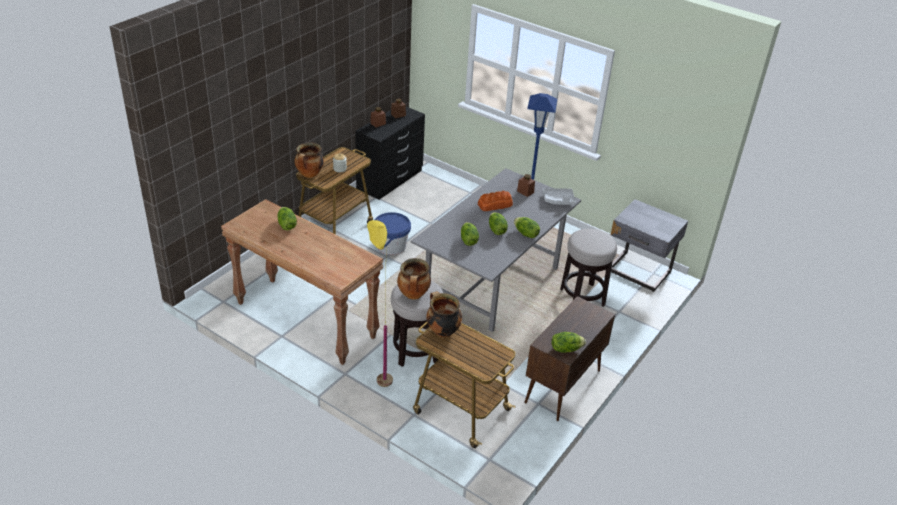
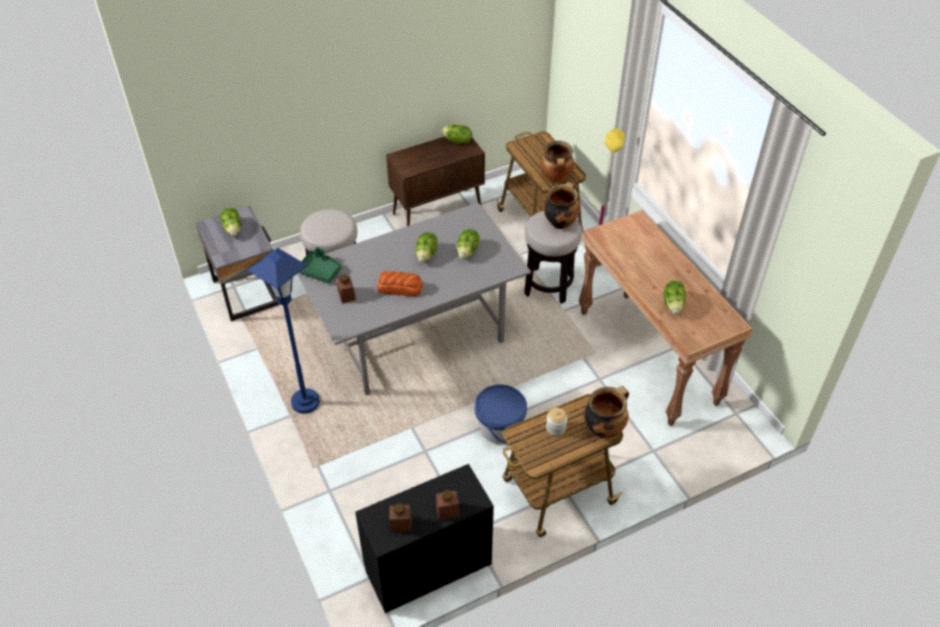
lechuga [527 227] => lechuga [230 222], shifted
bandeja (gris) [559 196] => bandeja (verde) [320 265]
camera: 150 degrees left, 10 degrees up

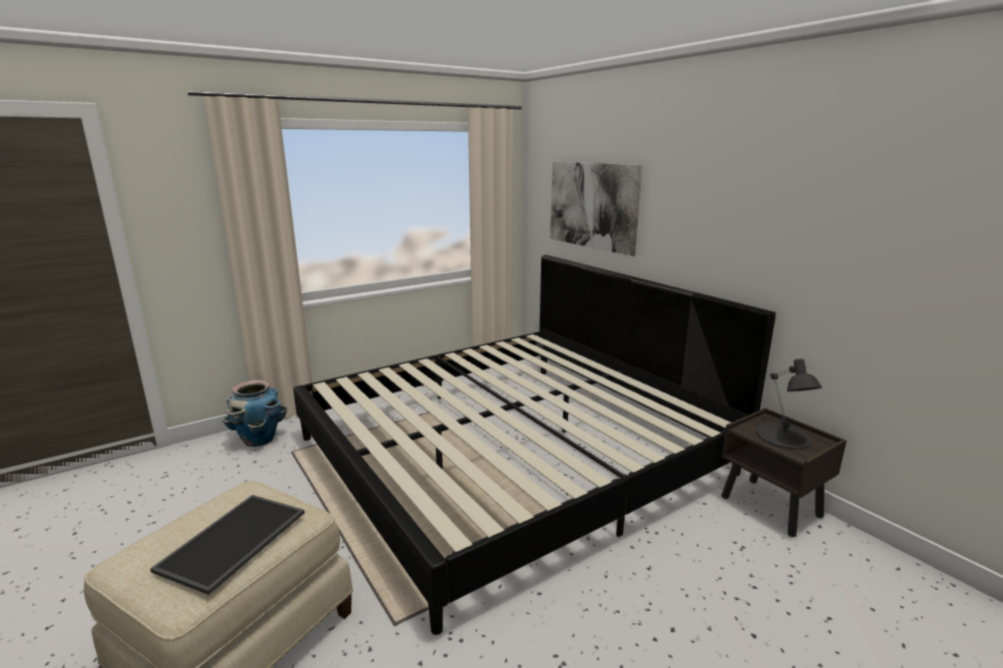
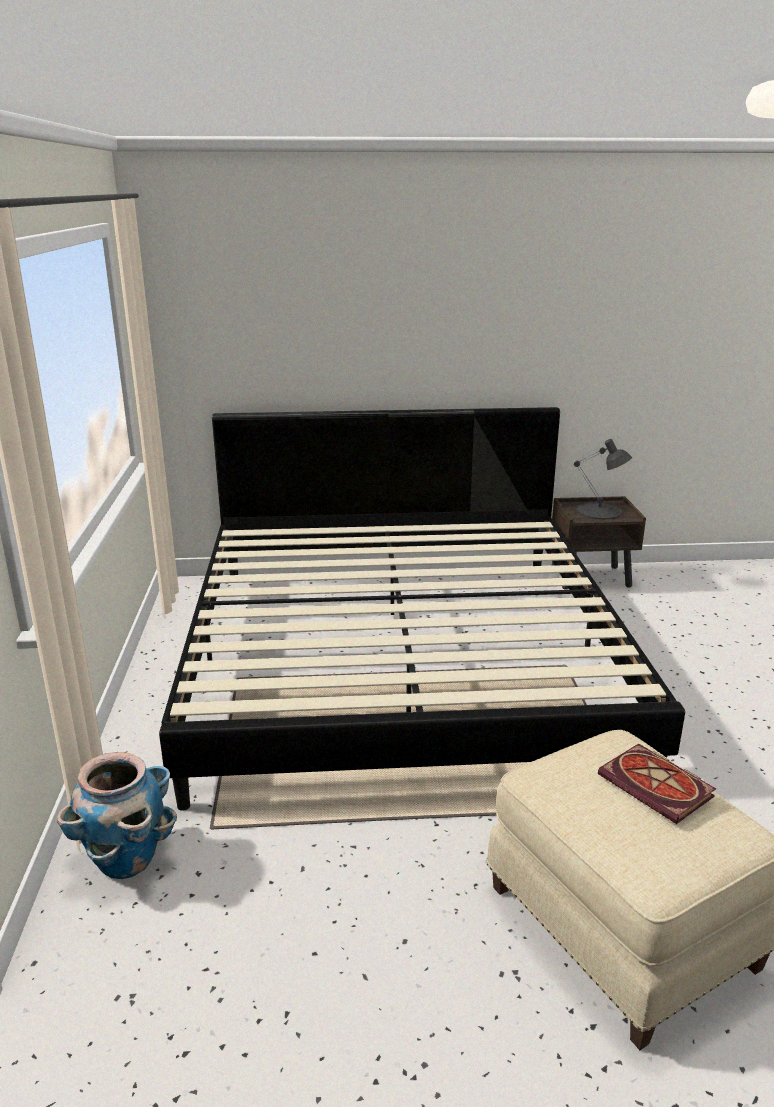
bandeja [227 545] => libro [657 783]
cuadro [596 209] => nothing
camera: 60 degrees left, 5 degrees up

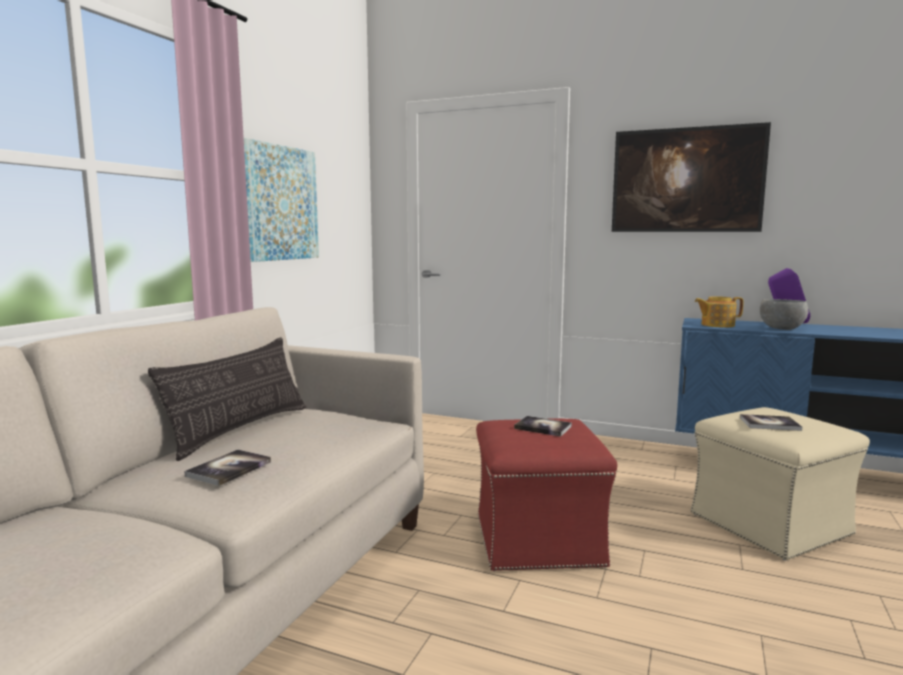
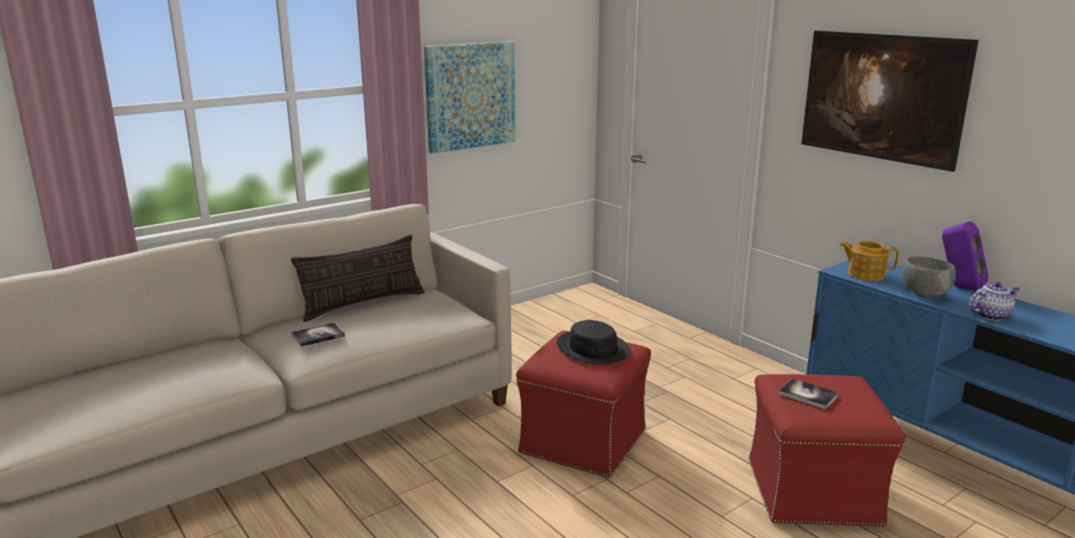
libro [543 426] => sombrero (negro) [594 342]
puf (beis) [780 483] => puf (rojo) [827 450]
nothing => tetera [994 301]
camera: 30 degrees right, 10 degrees up

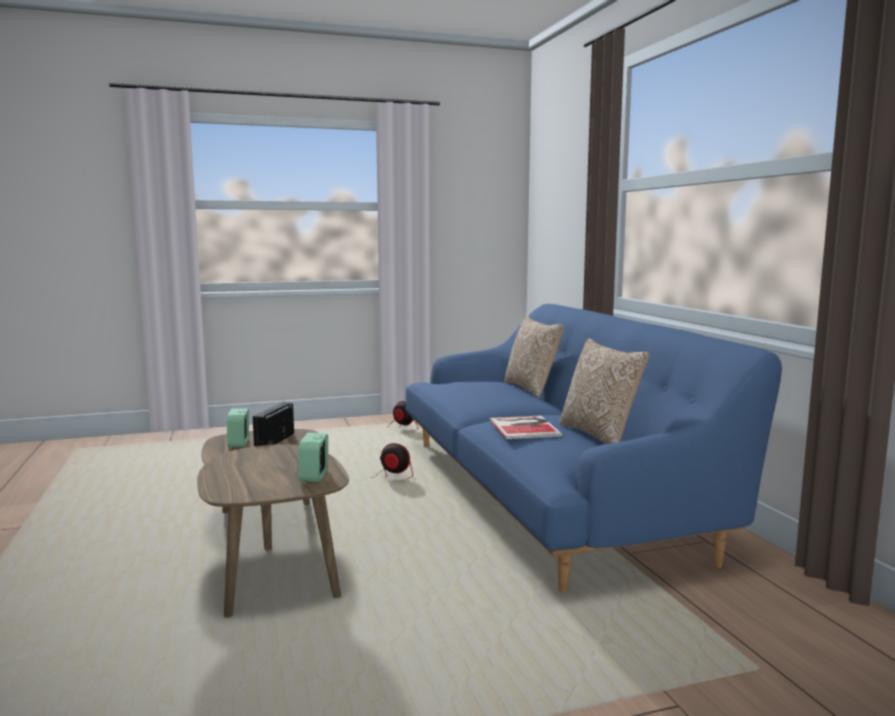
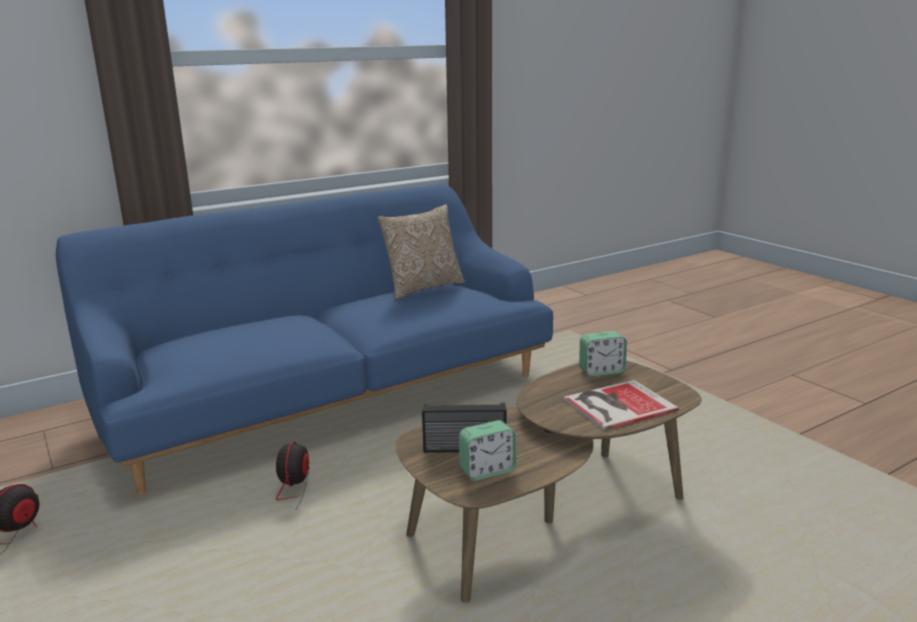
libro [525 427] => libro [621 405], shifted
cojín [534 357] => nothing
camera: 105 degrees left, 10 degrees up

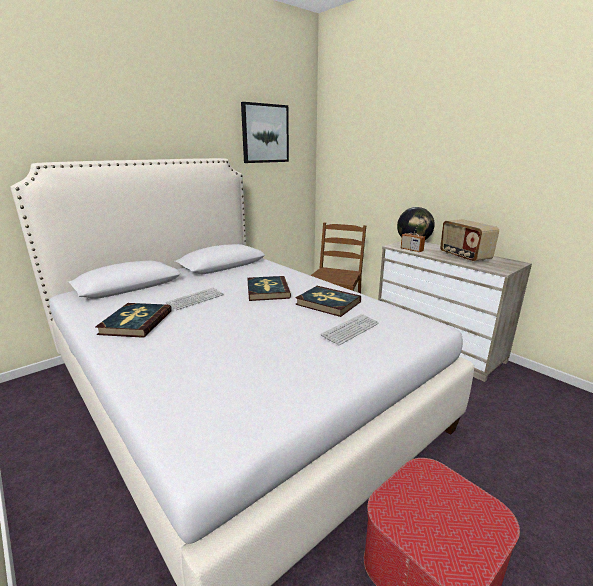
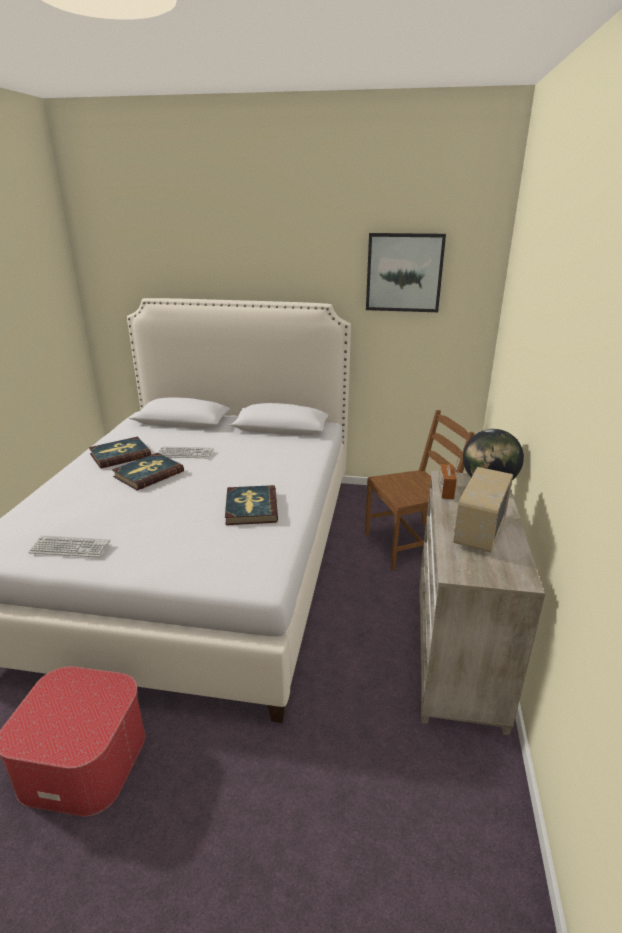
libro [269 288] => libro [148 472], shifted
teclado [350 329] => teclado [69 546], shifted
camera: 50 degrees right, 5 degrees up

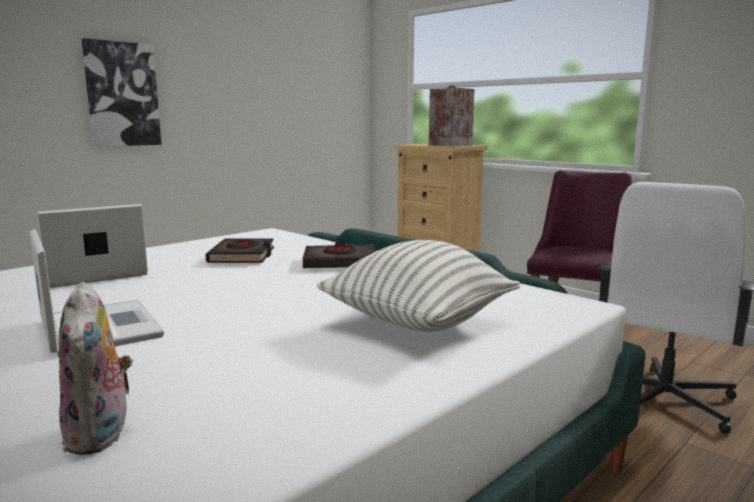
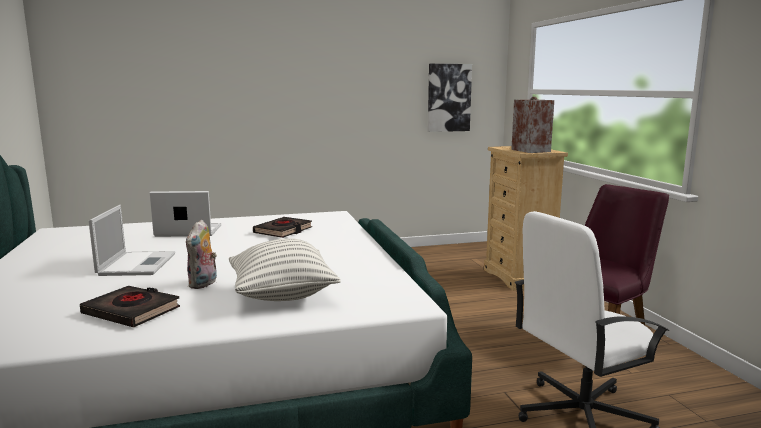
peluche [95 368] => peluche [201 254], shifted
cuadro [121 92] => cuadro [450 98], shifted
libro (negro) [339 255] => libro (negro) [130 306], shifted
camera: 30 degrees right, 0 degrees up

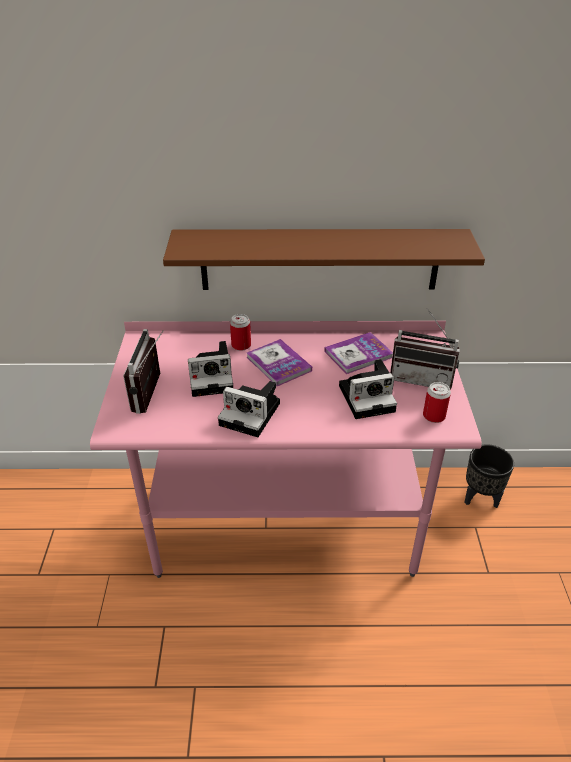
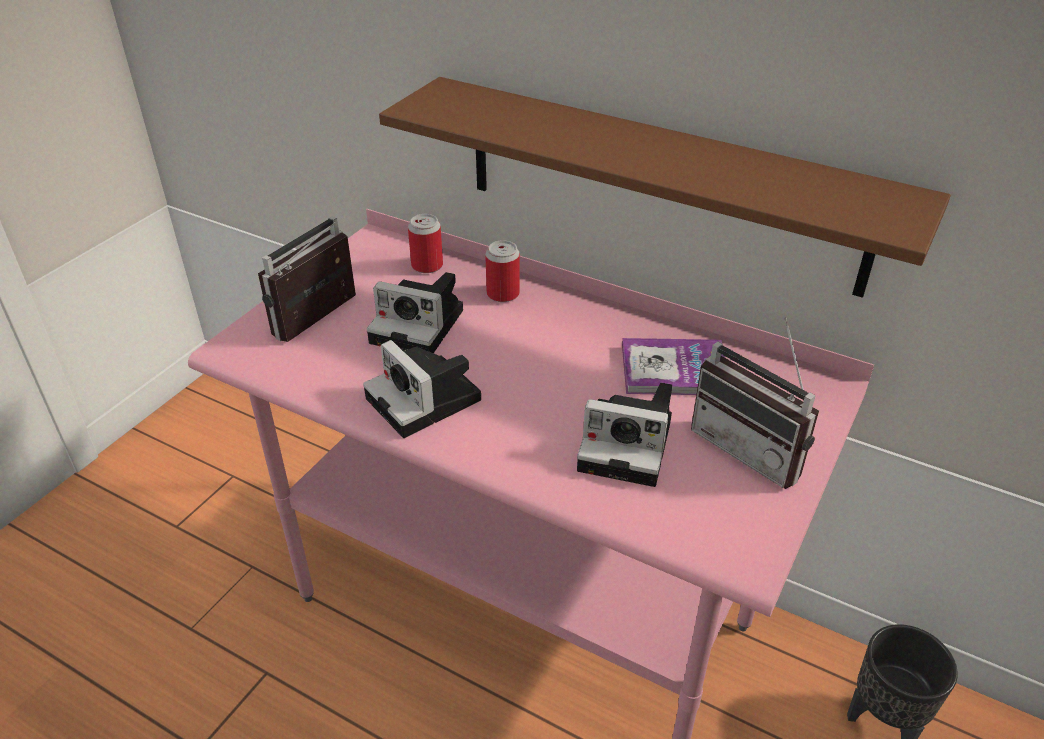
libro [279 362] => nothing
lata [437 402] => lata [425 243], shifted
camera: 30 degrees right, 0 degrees up

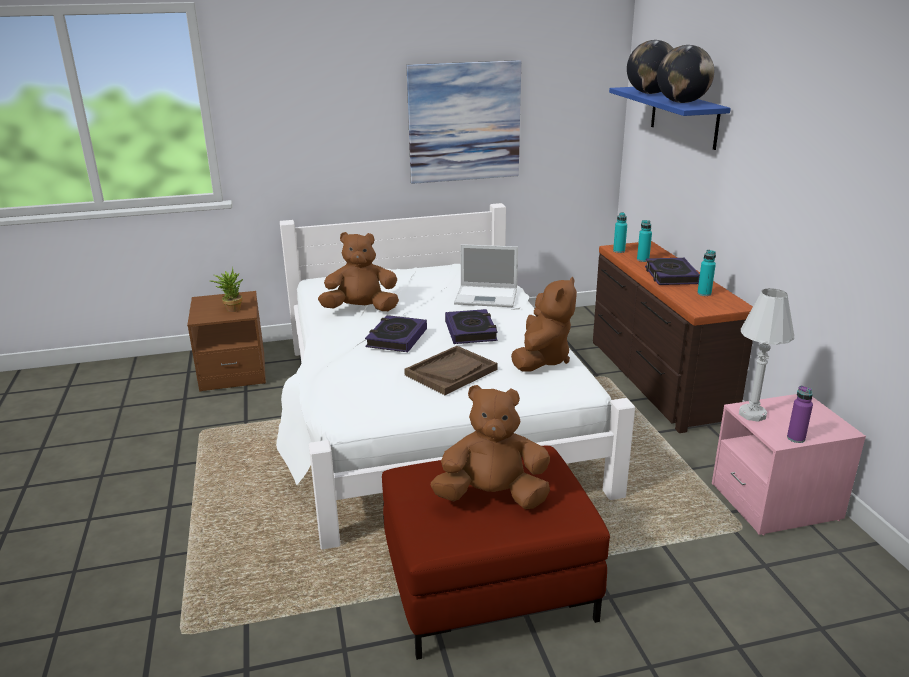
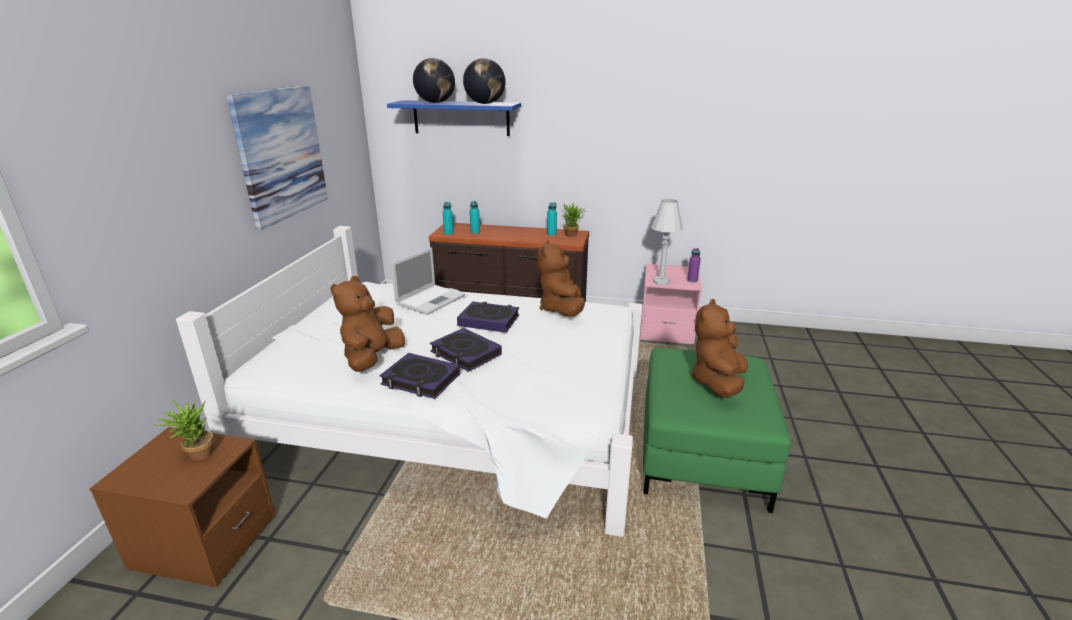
puf (rojo) [496 553] => puf (verde) [717 430]
bandeja (marrón) [450 370] => nothing
peluche (marrón) [544 324] => peluche (marrón) [561 278], 135 degrees counterclockwise
libro [672 271] => libro [419 376], shifted
nothing => planta en maceta [574 220]
camera: 65 degrees left, 0 degrees up

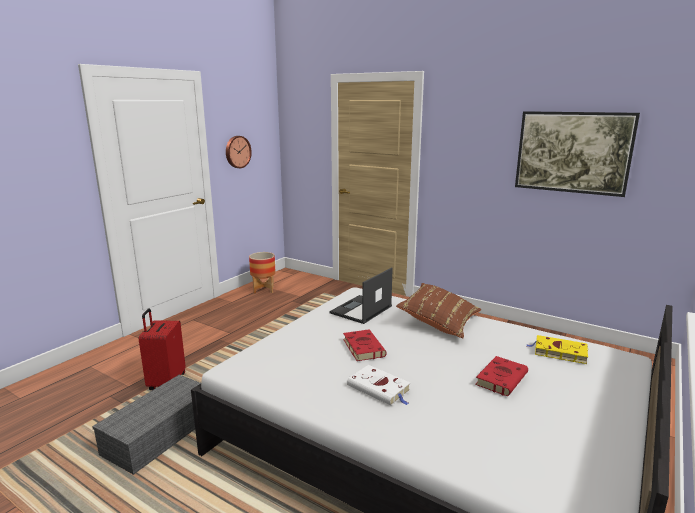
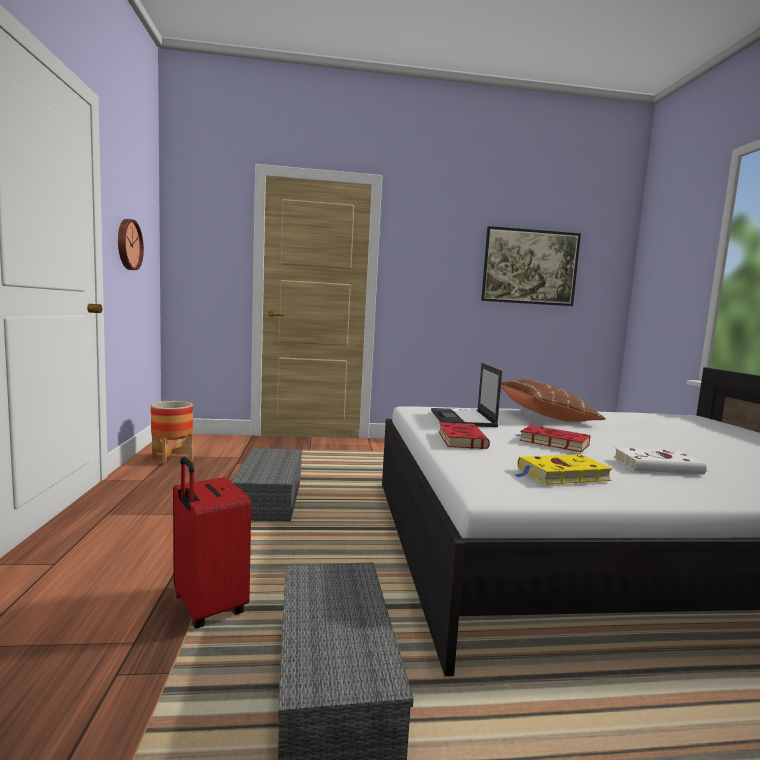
libro (rojo) [501 376] => libro (rojo) [464 435], shifted
libro (amarillo) [557 349] => libro (amarillo) [564 469], shifted
nothing => caja de almacenaje (gris) [266 485]
camera: 40 degrees left, 10 degrees down

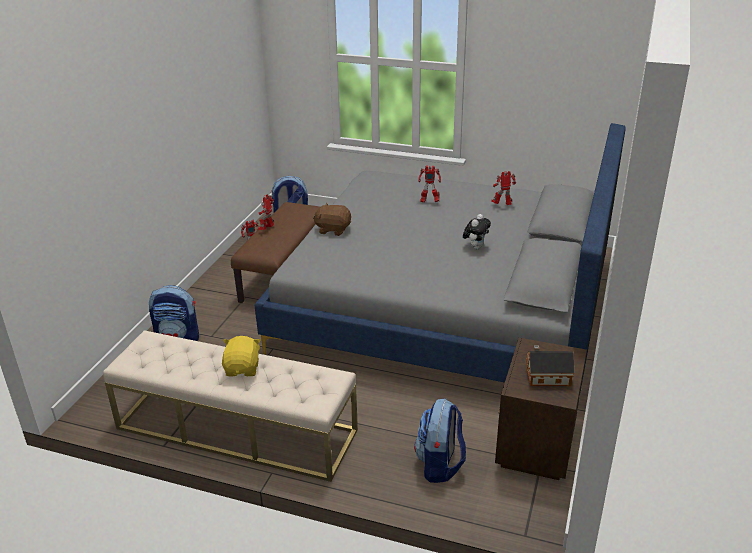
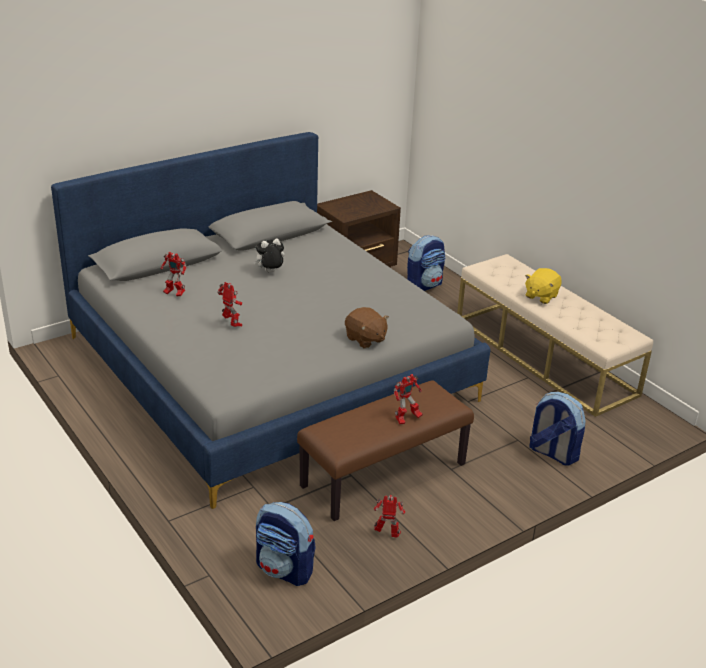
casita [550 366] => nothing
camera: 145 degrees left, 0 degrees up

